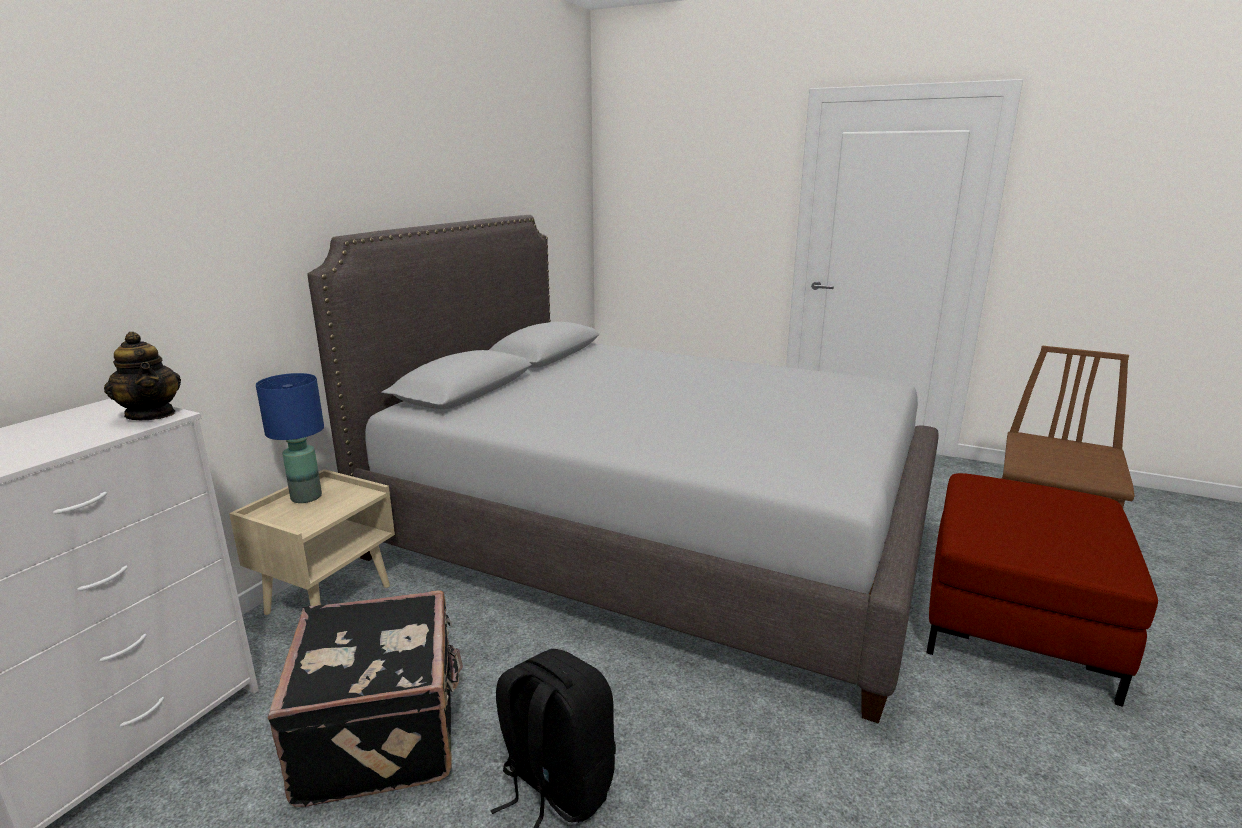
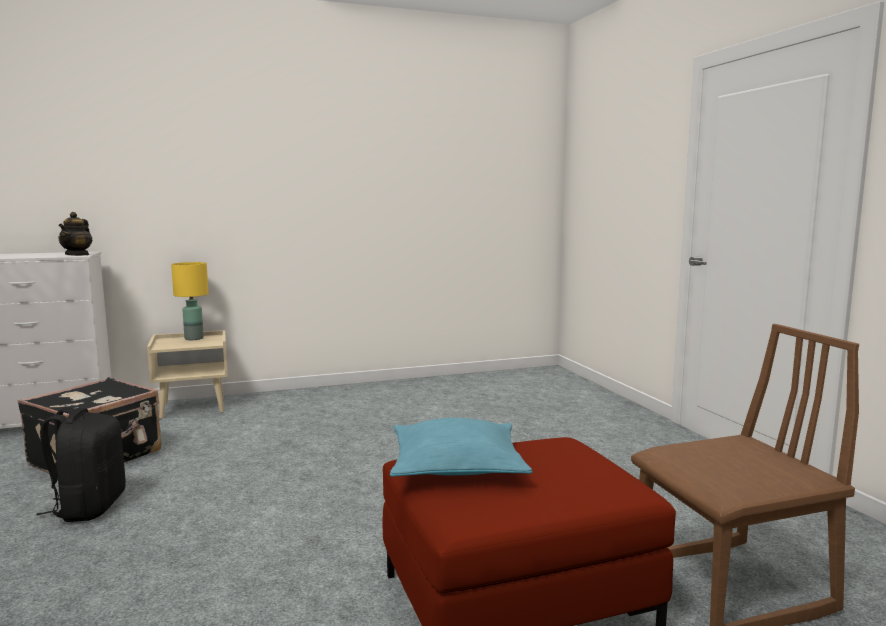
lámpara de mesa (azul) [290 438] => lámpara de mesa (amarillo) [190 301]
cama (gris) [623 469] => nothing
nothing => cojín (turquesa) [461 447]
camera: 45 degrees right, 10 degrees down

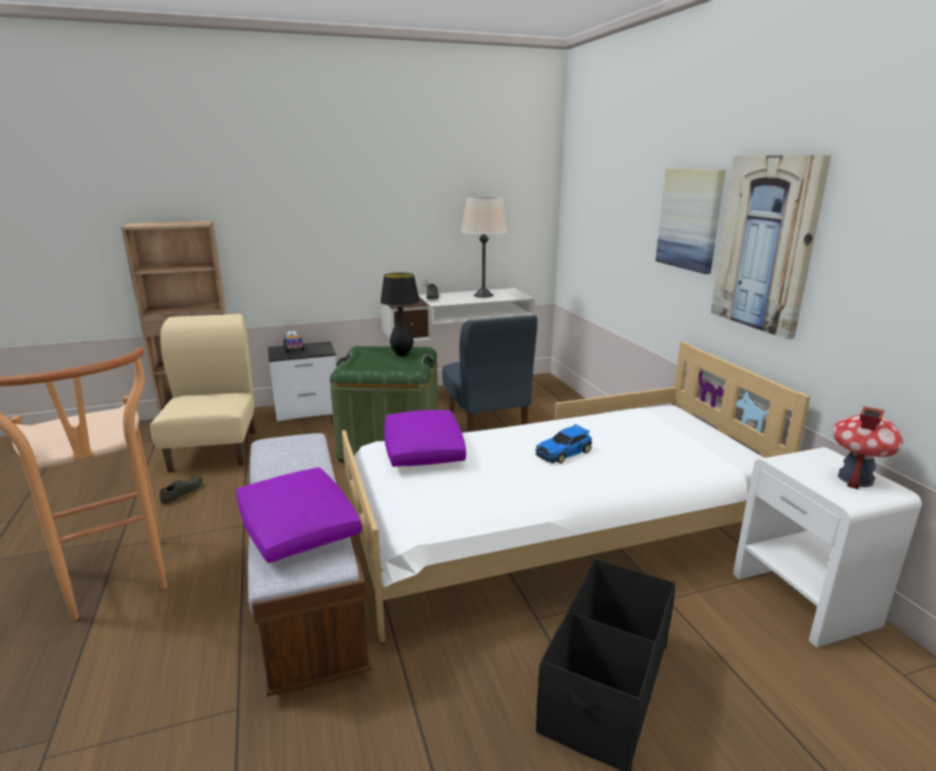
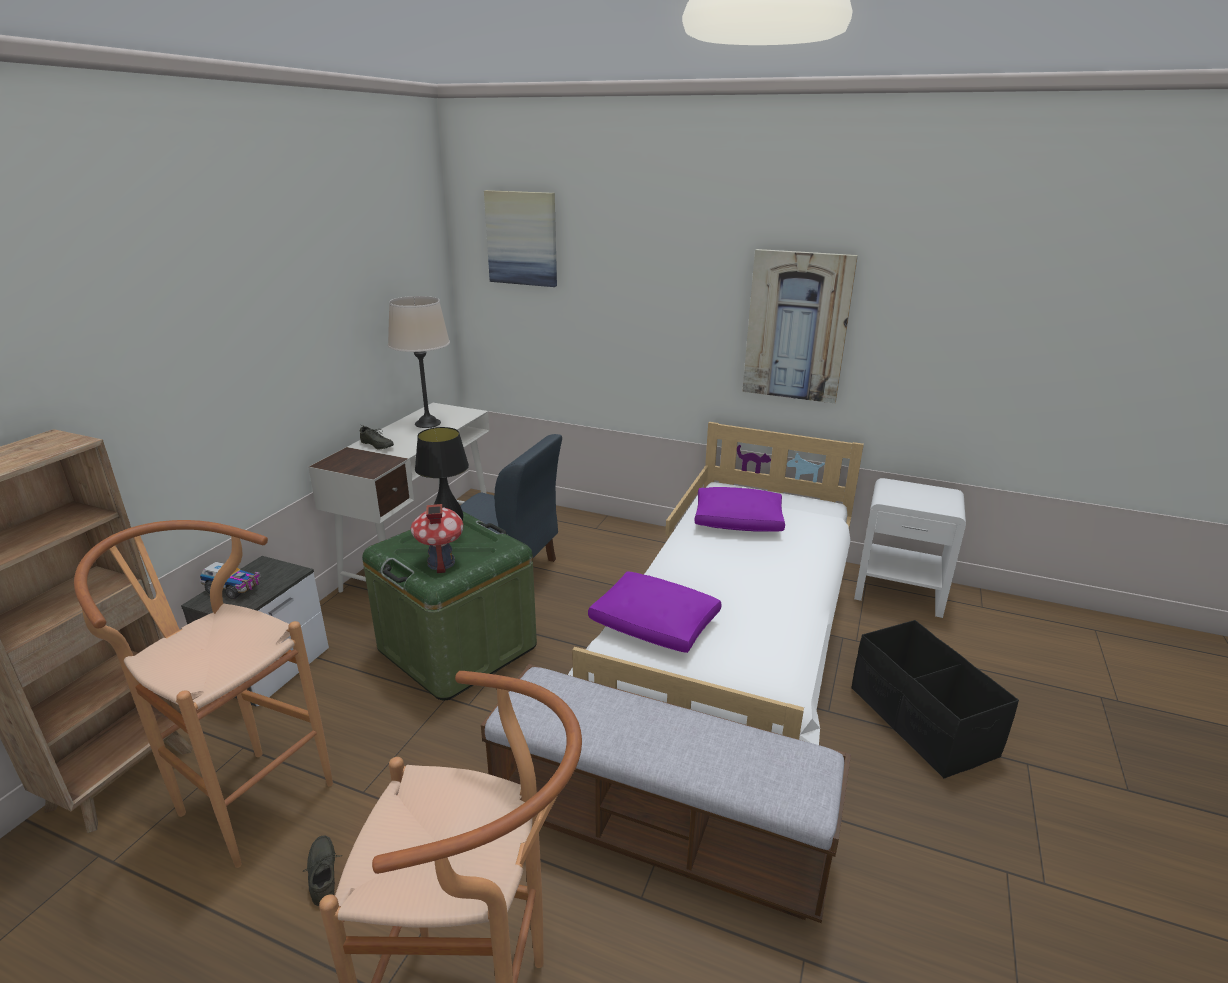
silla (beis) [203 393] => taburete (marrón) [203 694]
cojín (morado) [299 515] => cojín (morado) [739 509], shifted
coche de juguete [563 443] => nothing
cuadro [690 221] => cuadro [520 238], shifted
casita [868 447] => casita [437 538], shifted
camera: 50 degrees left, 5 degrees up

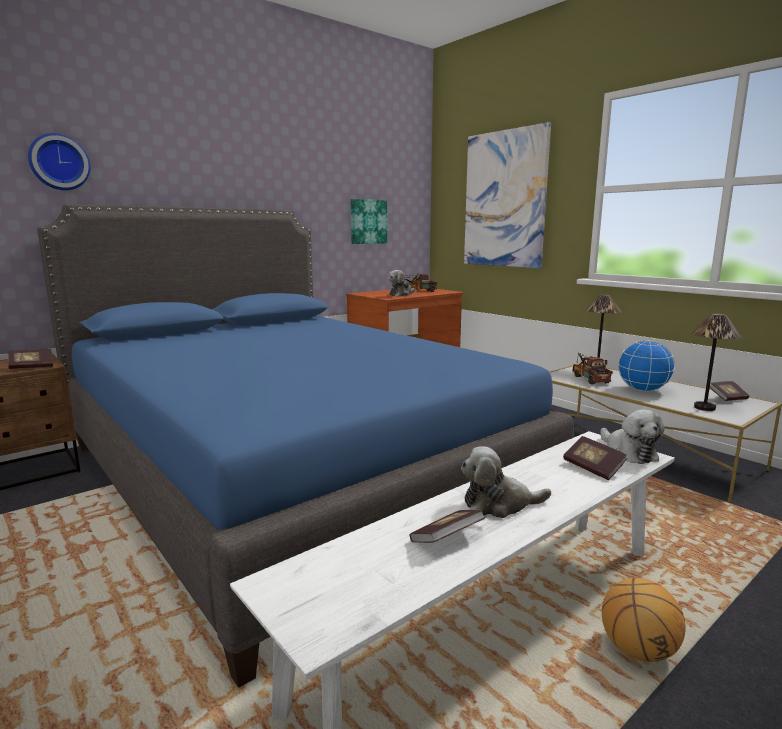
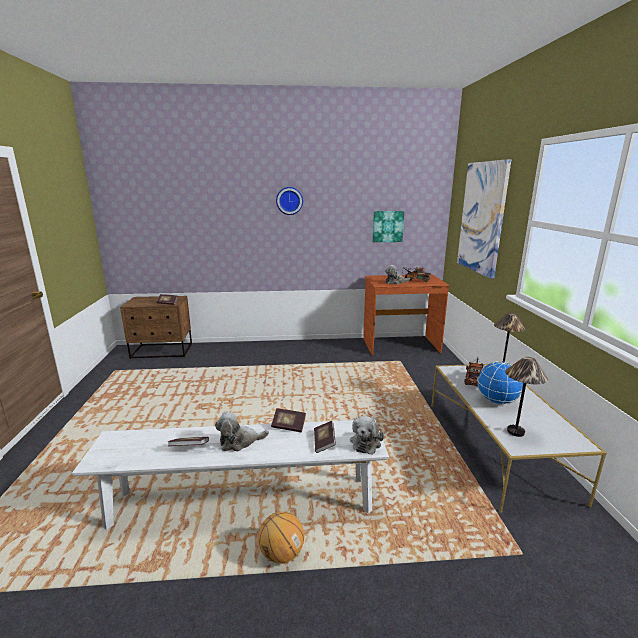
reloj de pared [59 161] => reloj de pared [289 201], shifted
cama (azul) [305 446] => nothing
peluche [506 482] => peluche [242 431], 45 degrees counterclockwise
libro [729 391] => libro [288 420], shifted
camera: 35 degrees right, 5 degrees up

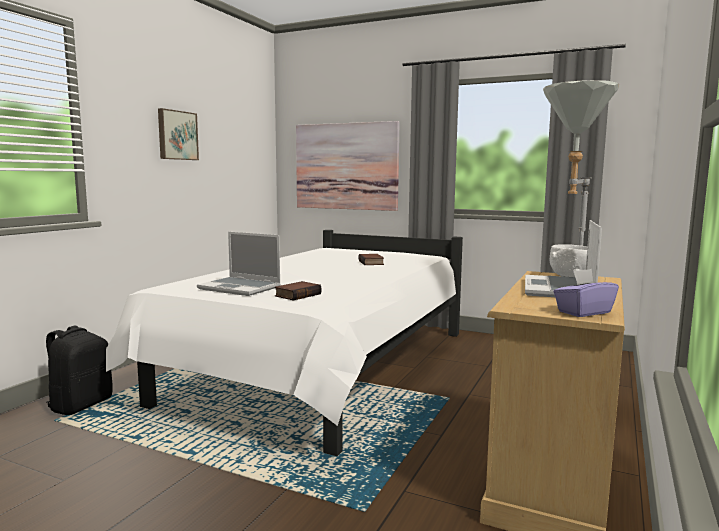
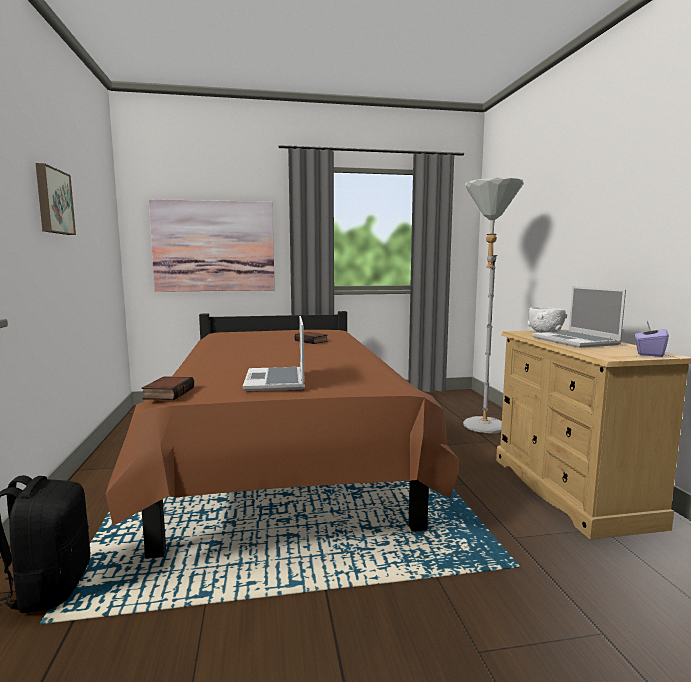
cama (blanco) [284 343] => cama (marrón) [282 435]
portátil [239 264] => portátil [274 353], 90 degrees clockwise
libro [298 290] => libro [168 388], shifted
camera: 35 degrees left, 0 degrees up

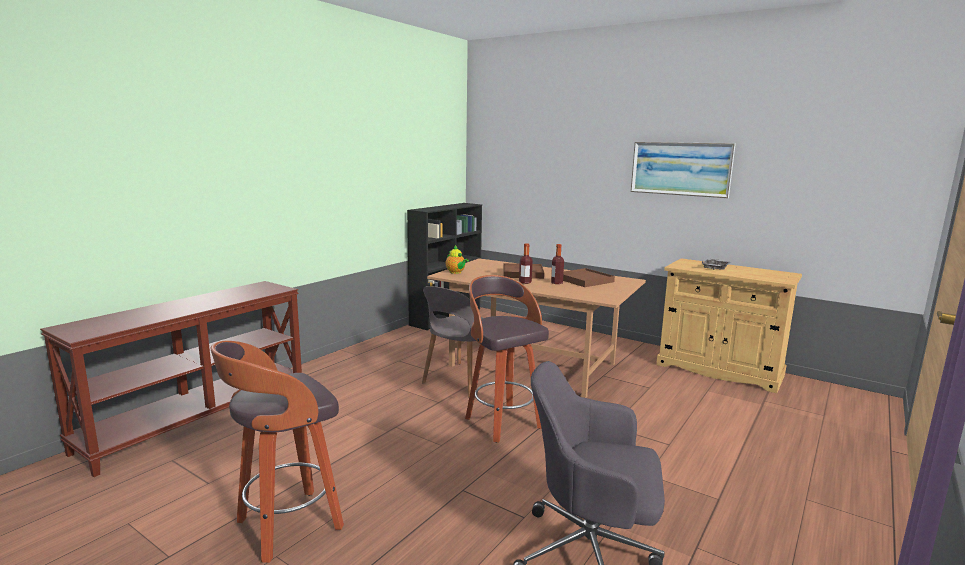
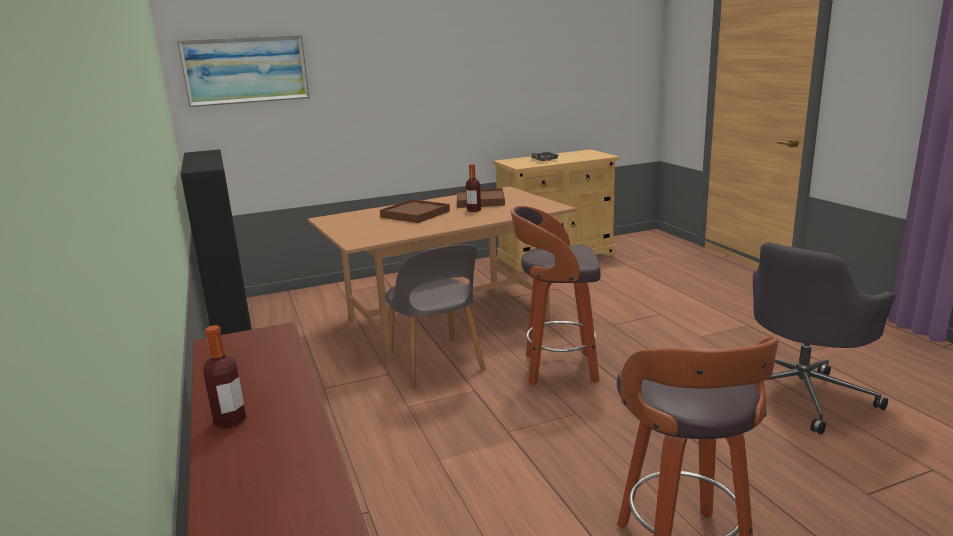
tetera [457 259] => nothing
botella [526 263] => botella [224 377], shifted
cuadro [683 170] => cuadro [243 71], shifted
camera: 55 degrees left, 5 degrees up

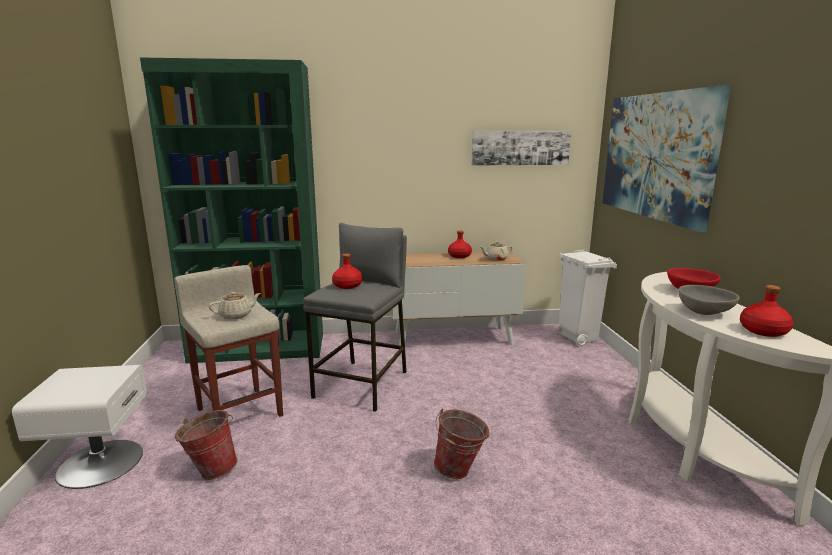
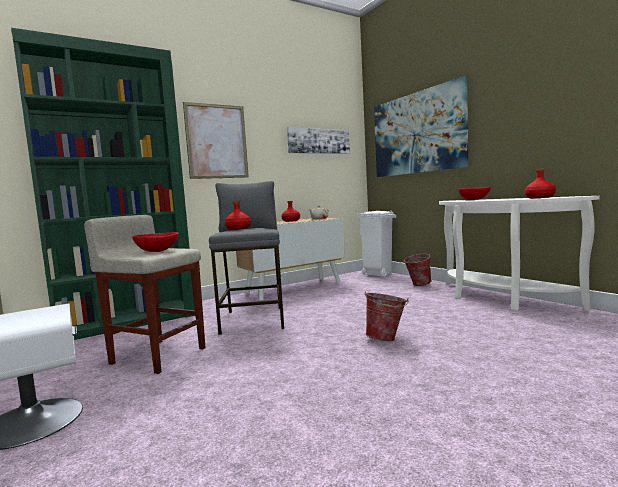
cubo [206 445] => cubo [417 269], shifted
tetera (beis) [234 305] => cuenco (rojo) [155 242]
cuenco (gris) [709 300] => nothing
nothing => cuadro [216 140]
camera: 25 degrees left, 10 degrees down

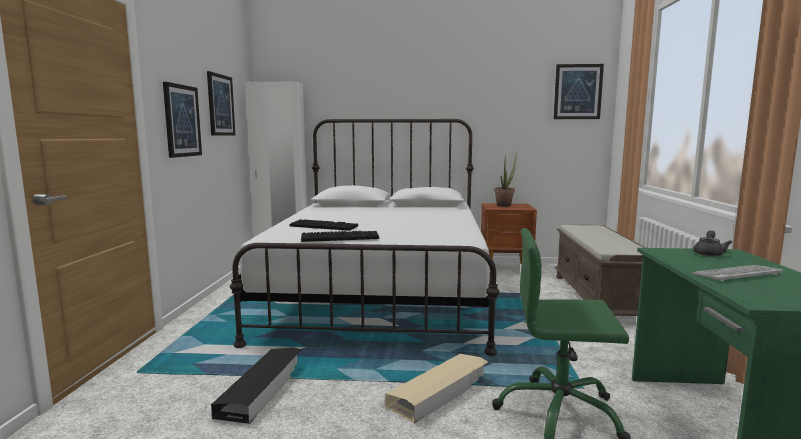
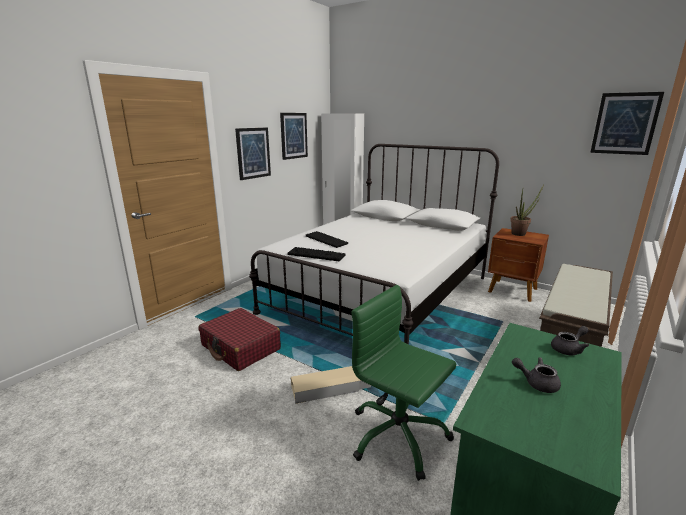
caja de almacenaje (negro) [256 385] => maleta (rojo) [239 339]
teclado [737 273] => tetera (gris) [536 375]
camera: 30 degrees right, 10 degrees up

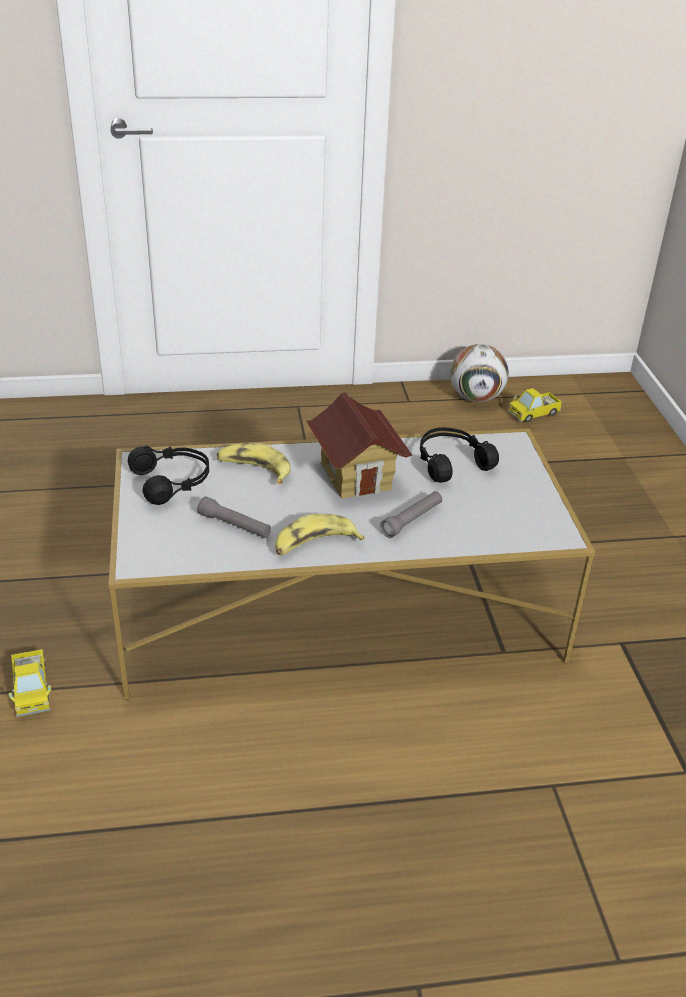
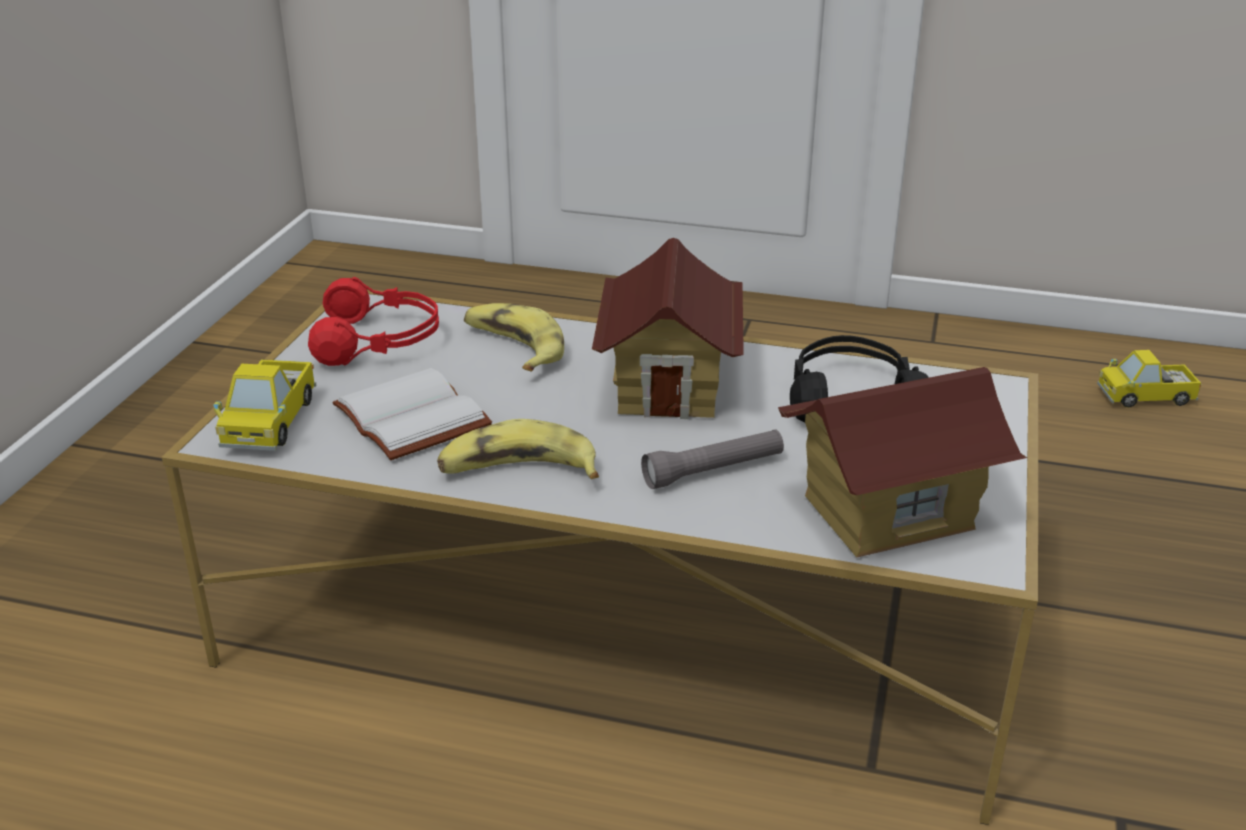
camión de juguete [29 683] => camión de juguete [265 405], shifted
auriculares (negro) [168 475] => auriculares (rojo) [373 321]
linterna (gris) [234 517] => libro (blanco) [412 414]
balón de fútbol [479 373] => nothing
nothing => casita [902 462]
camera: 25 degrees right, 5 degrees down

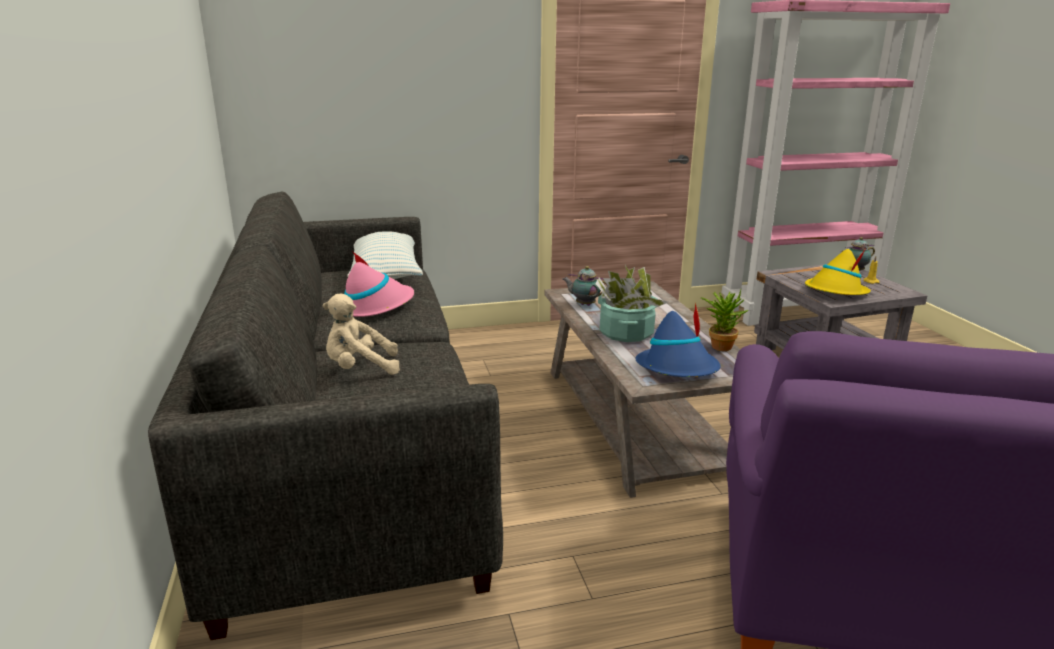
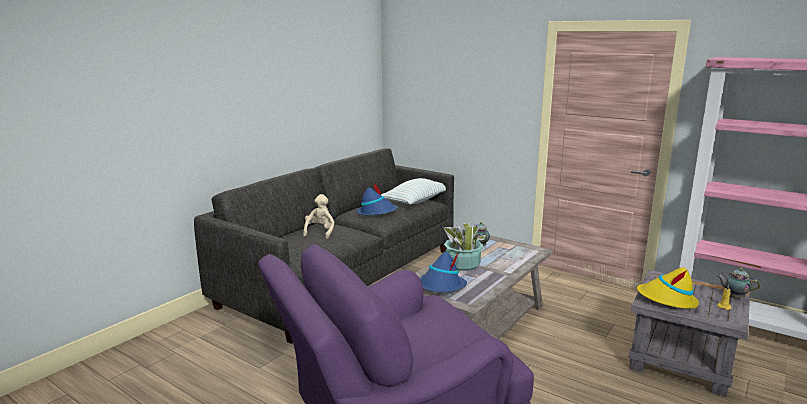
peluche (beis) [361 334] => peluche (beis) [319 216], 60 degrees clockwise
sombrero (rosa) [379 284] => sombrero (azul) [377 199]
planta en maceta [724 320] => nothing
camera: 50 degrees right, 5 degrees down

